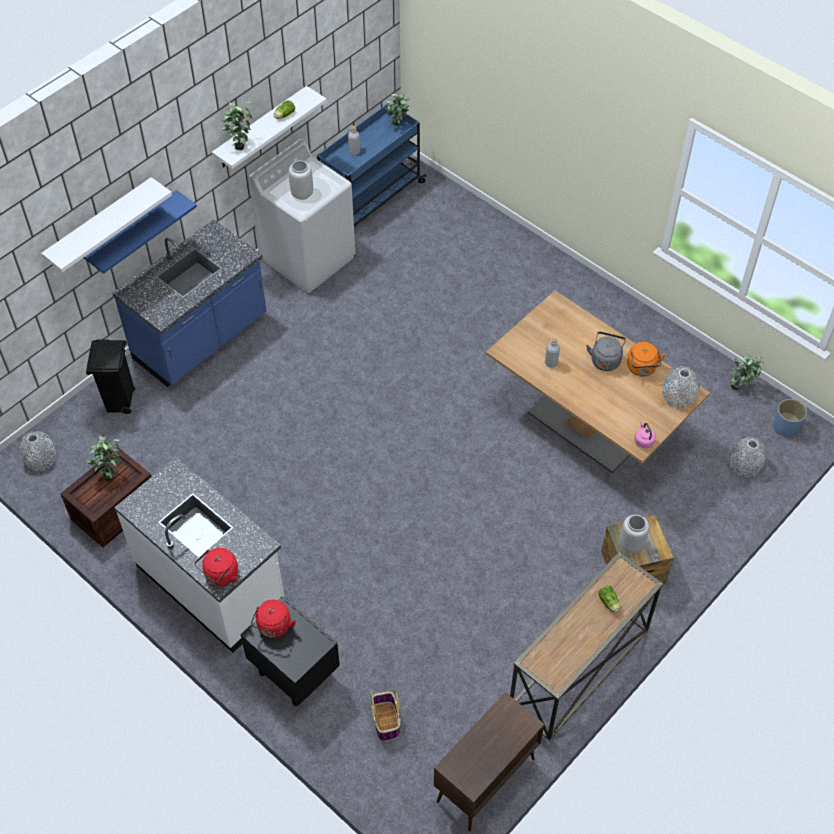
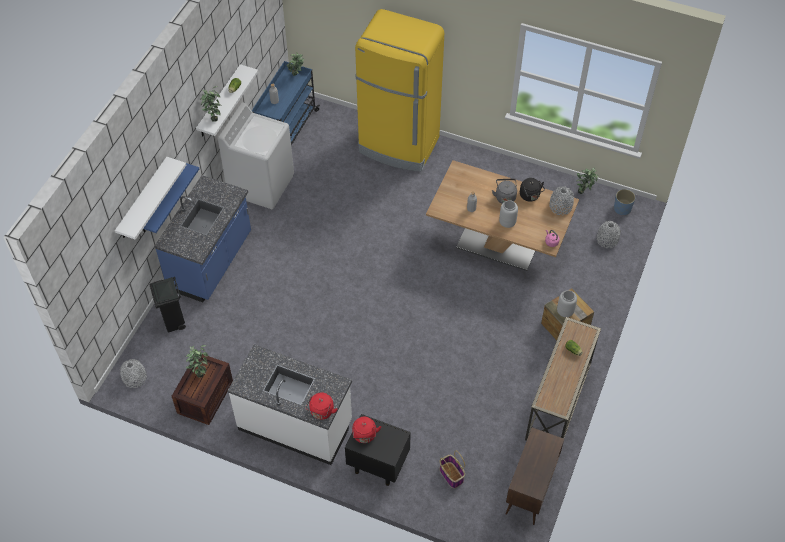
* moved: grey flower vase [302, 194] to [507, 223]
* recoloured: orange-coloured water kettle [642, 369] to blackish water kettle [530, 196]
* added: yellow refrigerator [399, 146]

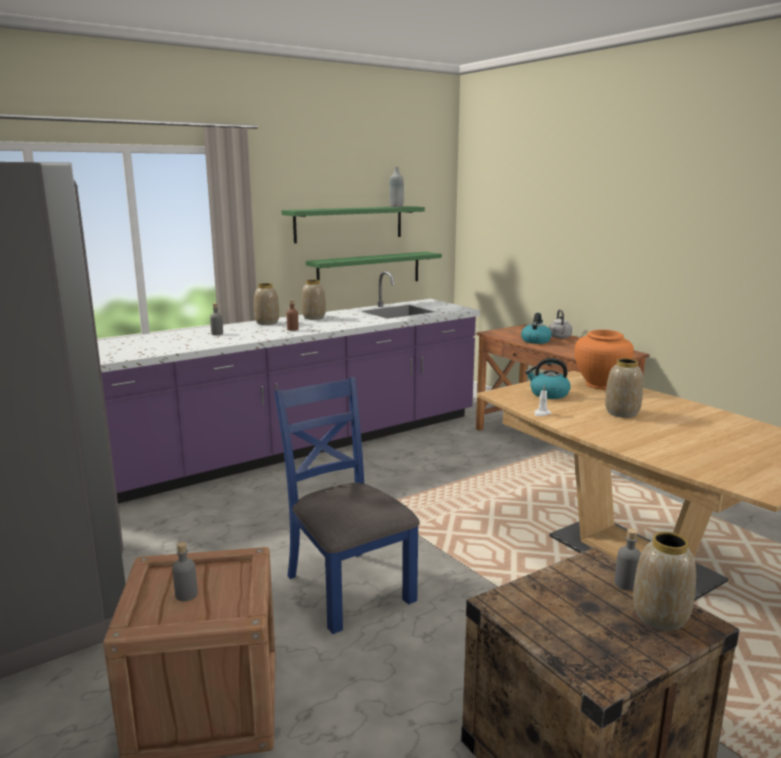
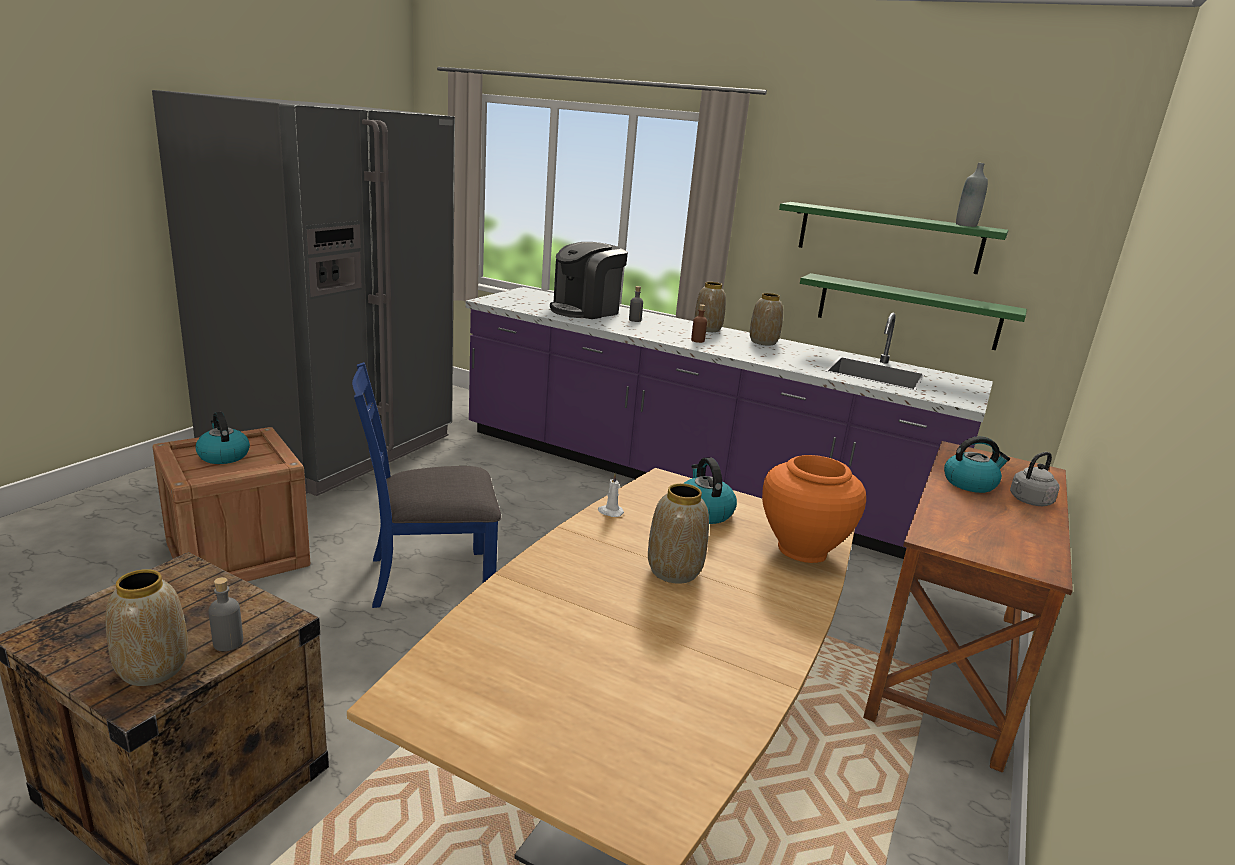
* turned: blue upright chair [347, 587] = [430, 577] 135 degrees counterclockwise
* replaced: grey beverage bottle [186, 595] to water kettle [223, 456]
* added: coffee maker [586, 310]

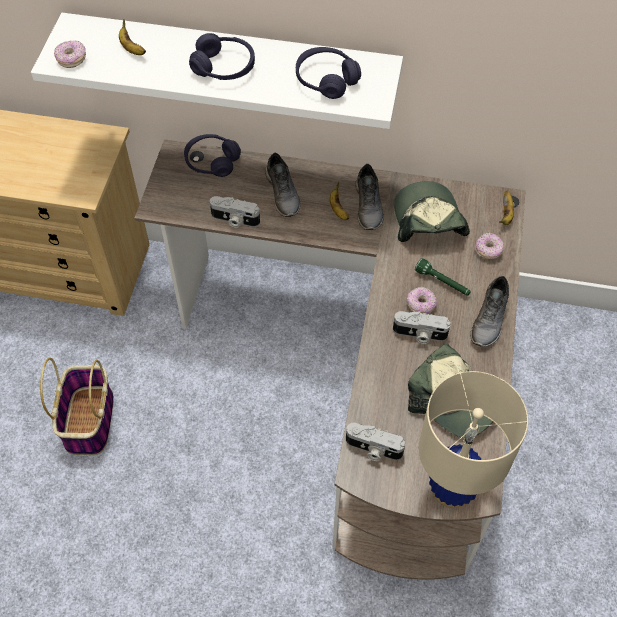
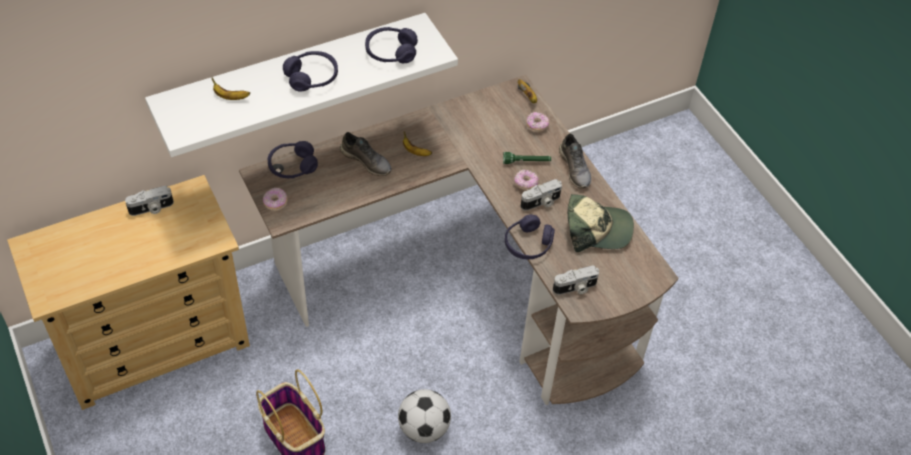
* moved: ring doughnut [71, 59] to [275, 203]
* removed: grey shoe [369, 206]
* removed: peaked cap [427, 220]
* moved: still camera [234, 220] to [151, 209]
* removed: beige lamp for a table [452, 488]
* added: purple headphones [528, 244]
* added: football ball [424, 428]

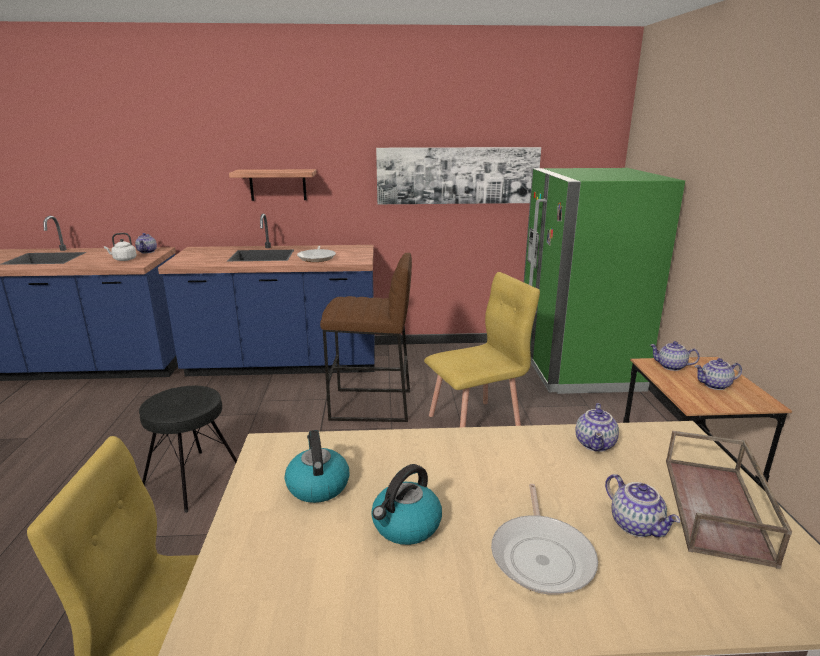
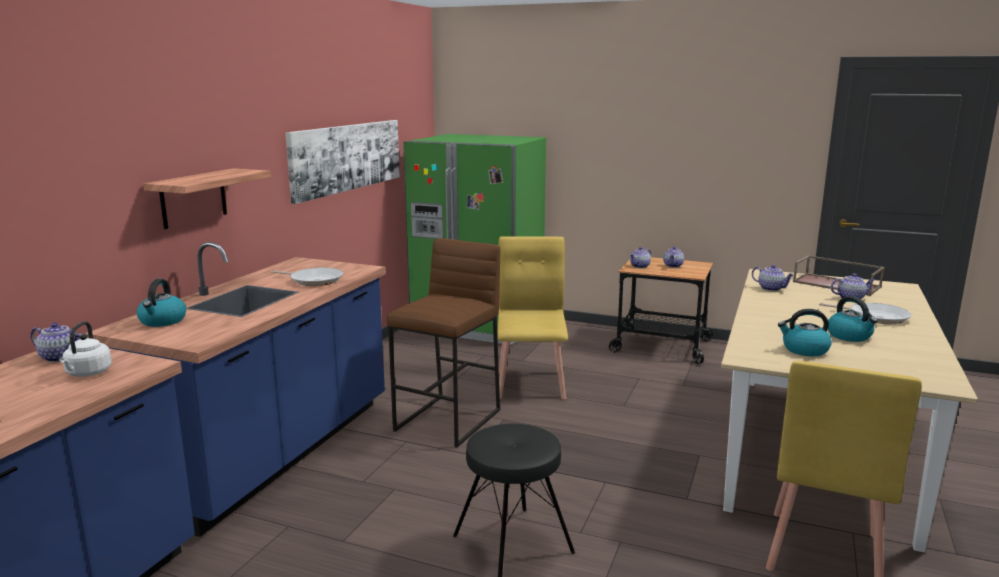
* added: water kettle [162, 321]

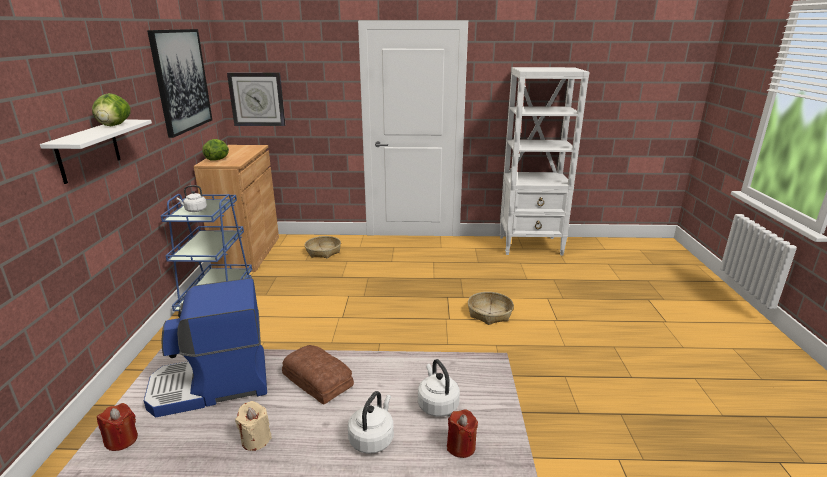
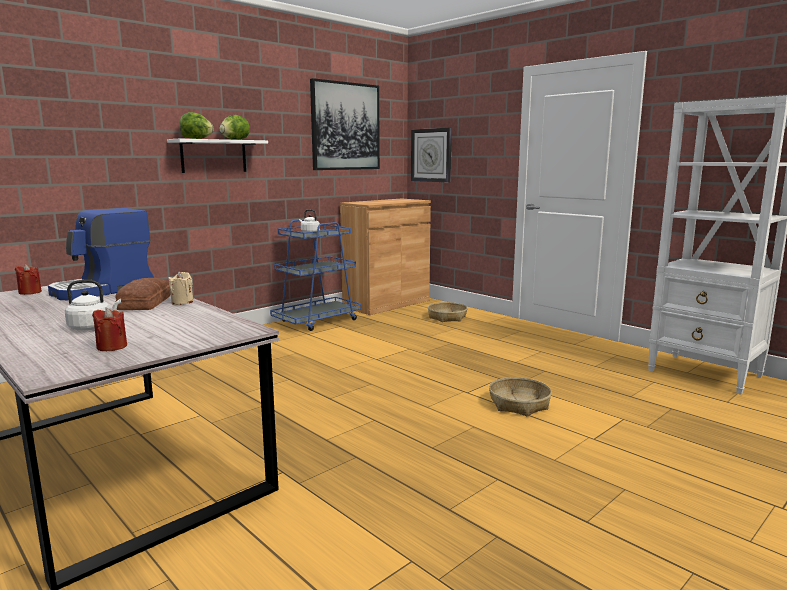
* moved: lettuce head [218, 159] to [196, 139]
* turned: coffee maker [211, 386] = [104, 290] 75 degrees counterclockwise
* removed: whitish water kettle [437, 404]
* moved: beige wax candle [256, 439] to [182, 302]

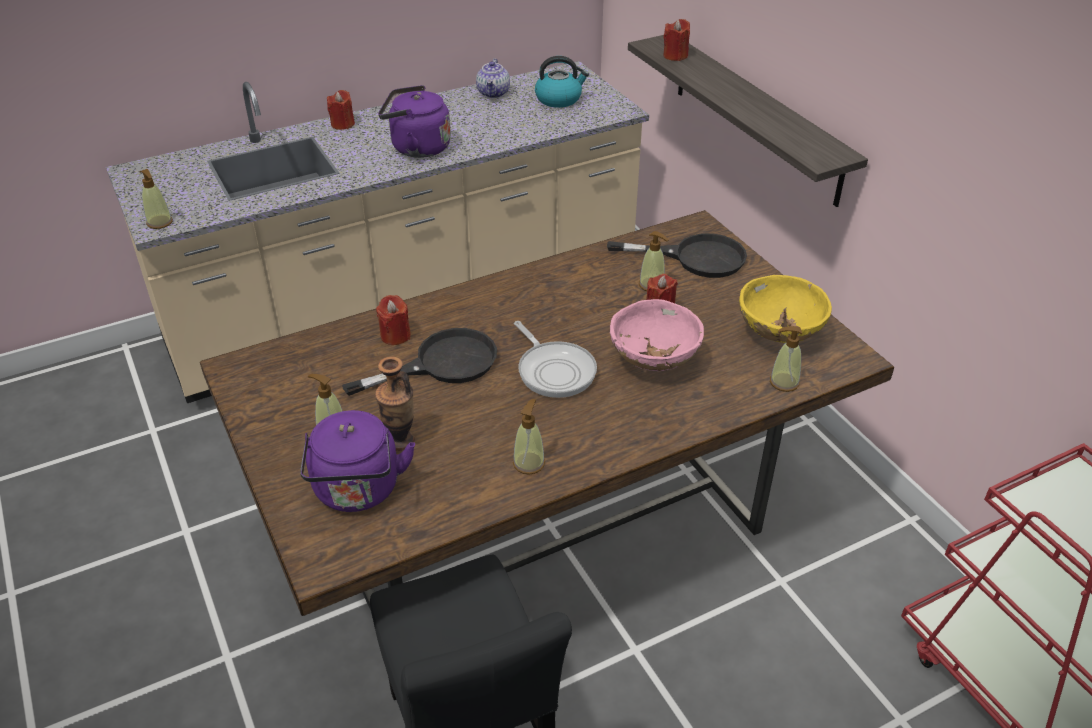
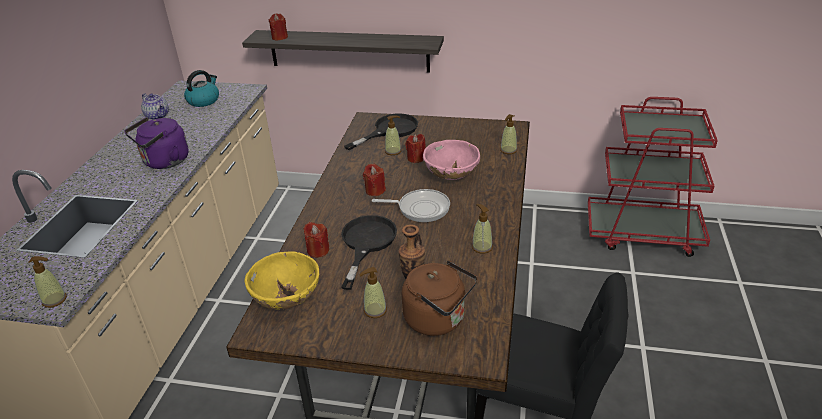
* moved: reddish wax candle [342, 124] to [375, 190]
* moved: yellow deep dish [778, 335] to [287, 300]
* recoloured: purple water kettle [358, 492] to brownish water kettle [438, 319]

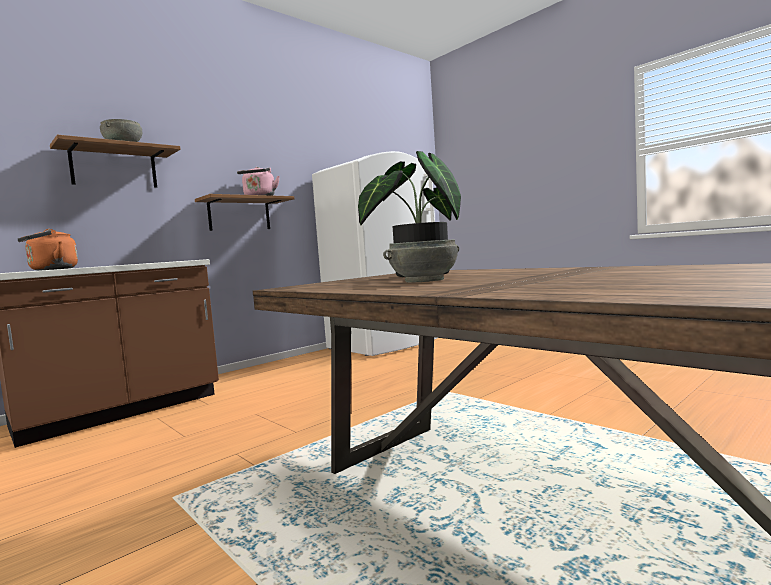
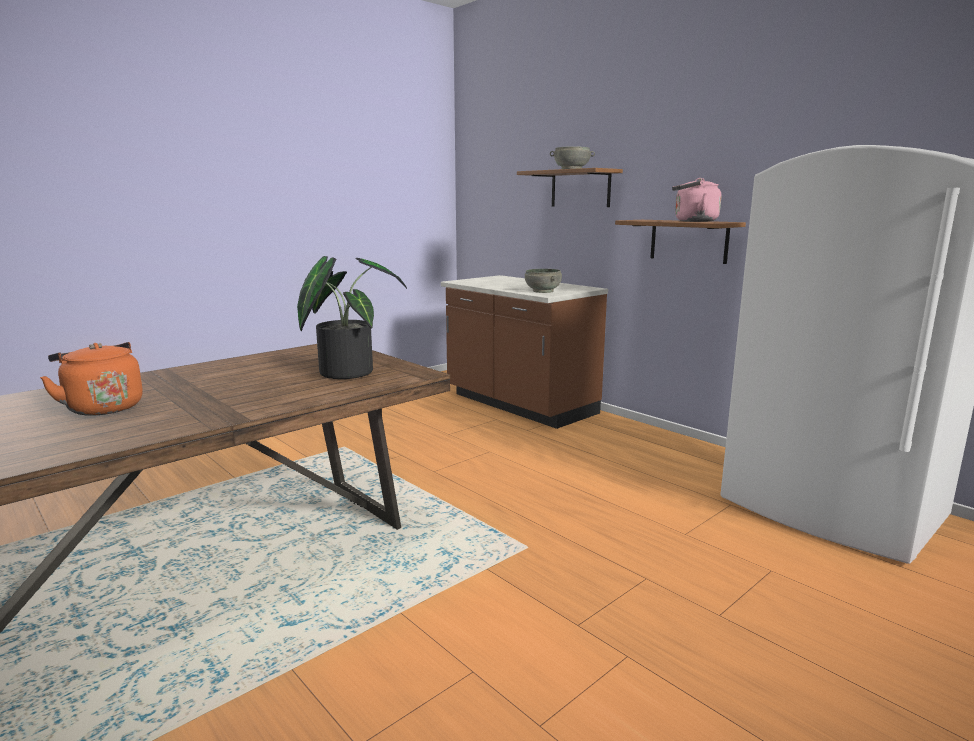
* moved: orange-coloured water kettle [50, 269] to [102, 407]
* moved: grey deep dish [423, 280] to [543, 291]

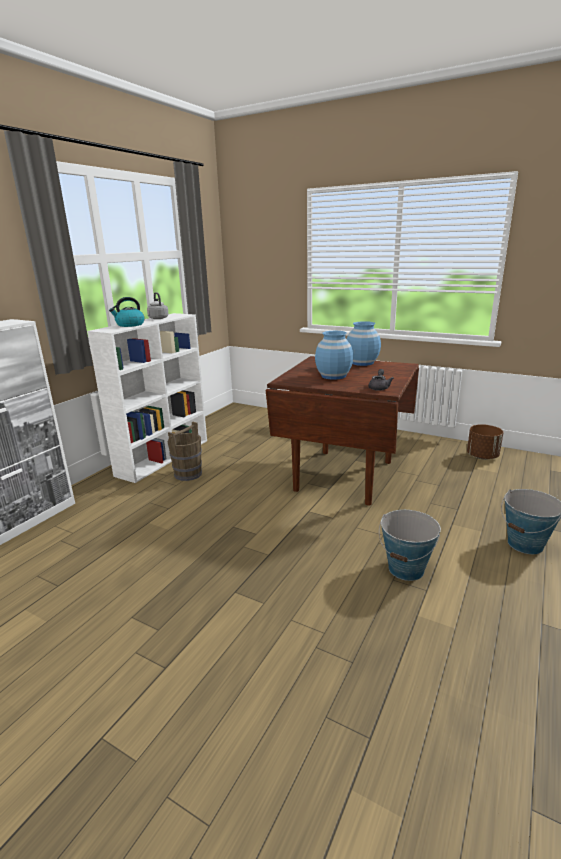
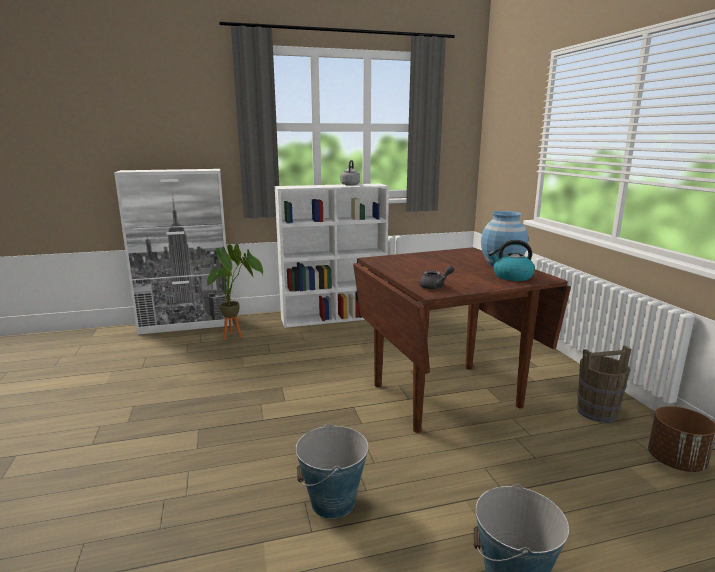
* moved: water kettle [130, 325] to [512, 276]
* removed: blue flower vase [333, 376]
* moved: brownish pail [188, 474] to [596, 412]
* added: plant in a pot [236, 335]

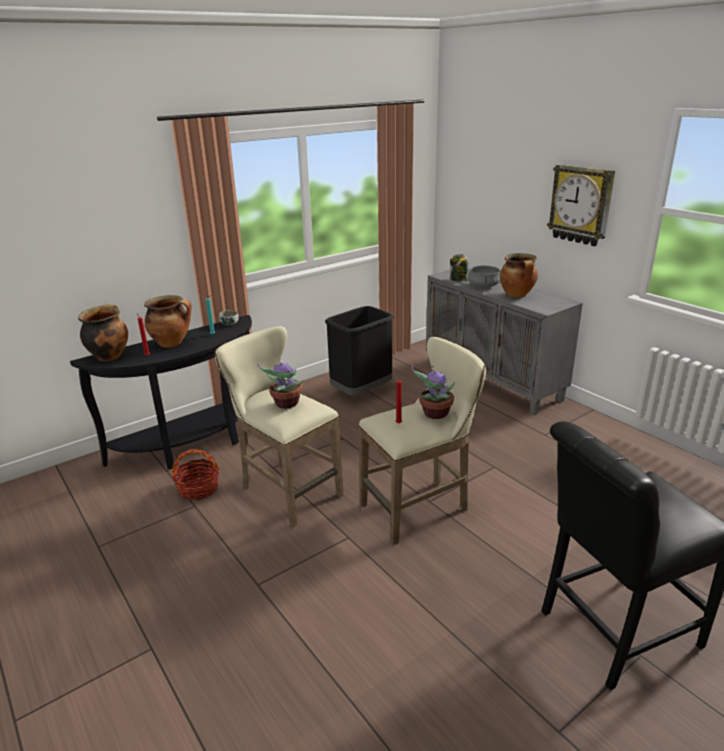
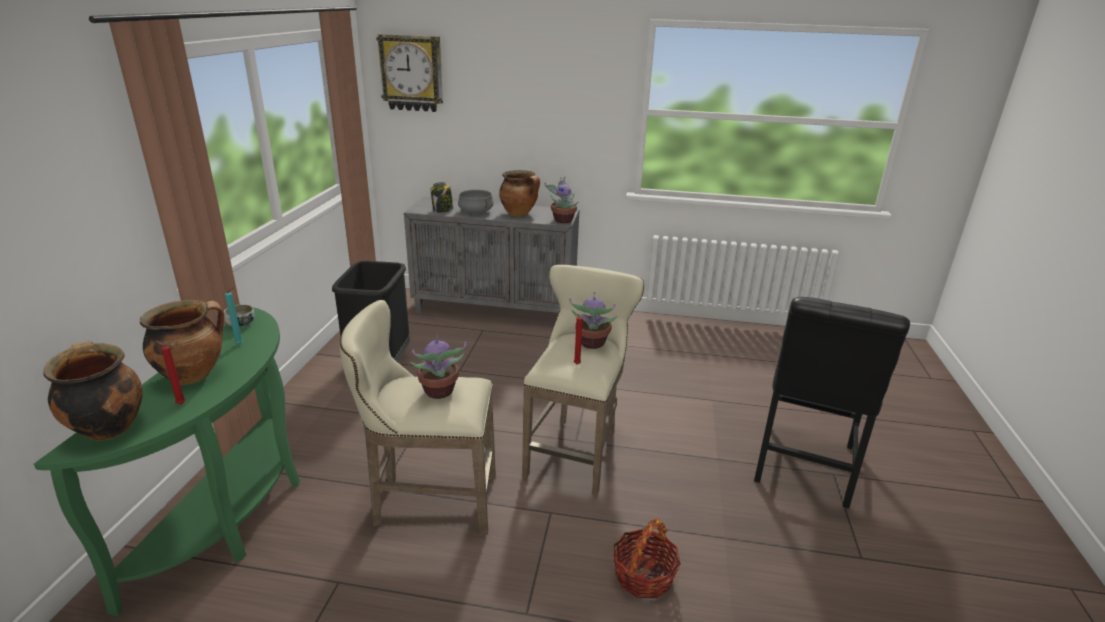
* moved: clock on the wall [581, 205] to [412, 73]
* recoloured: blackish narrow table [193, 445] to greenish narrow table [235, 515]
* moved: basket [198, 489] to [643, 576]
* added: plant in a pot [562, 220]

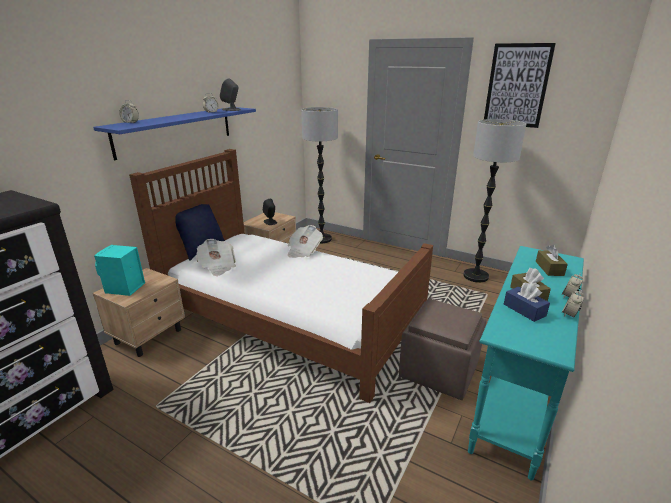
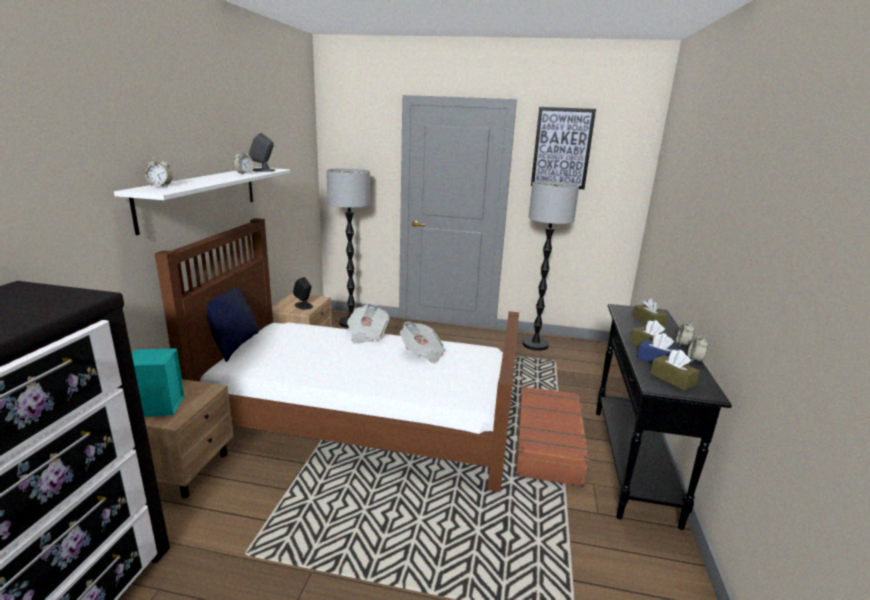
* recoloured: blue wall shelf [176, 130] to whitish wall shelf [201, 196]
* moved: daily paper [217, 266] to [422, 353]
* recoloured: turquoise-coloured narrow table [513, 403] to blackish narrow table [632, 462]
* replaced: brownish pouffe [438, 370] to brownish suitcase [549, 444]
* added: brownish box of tissues [672, 379]

